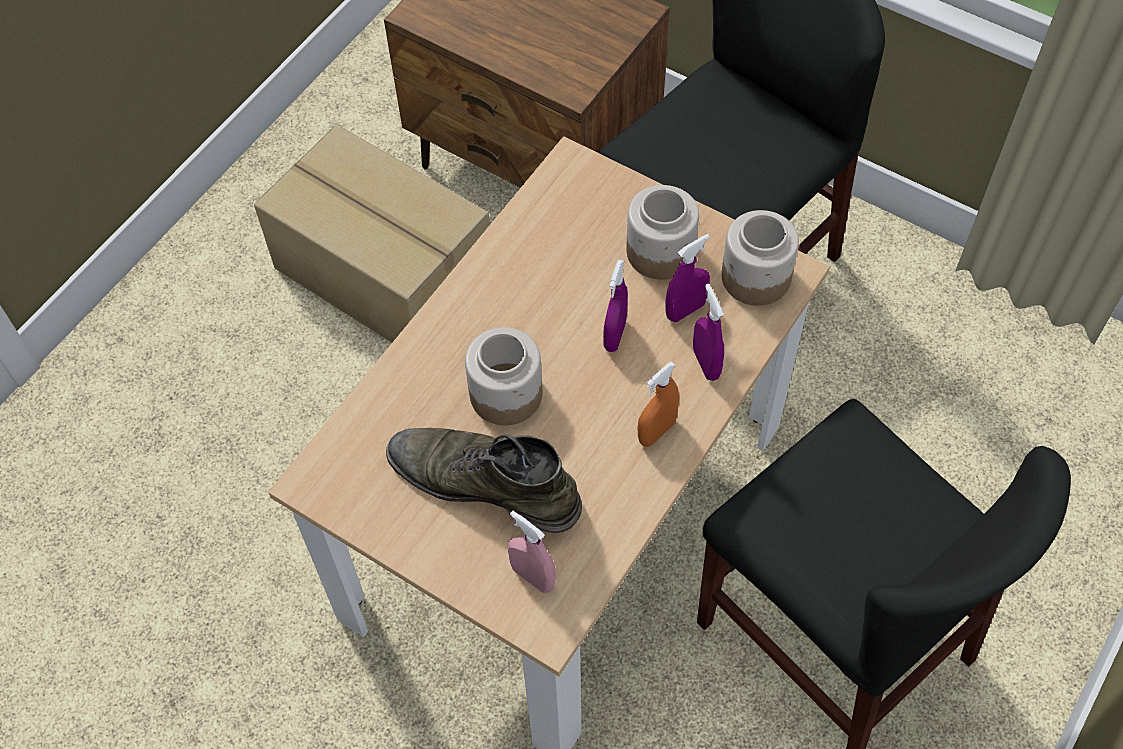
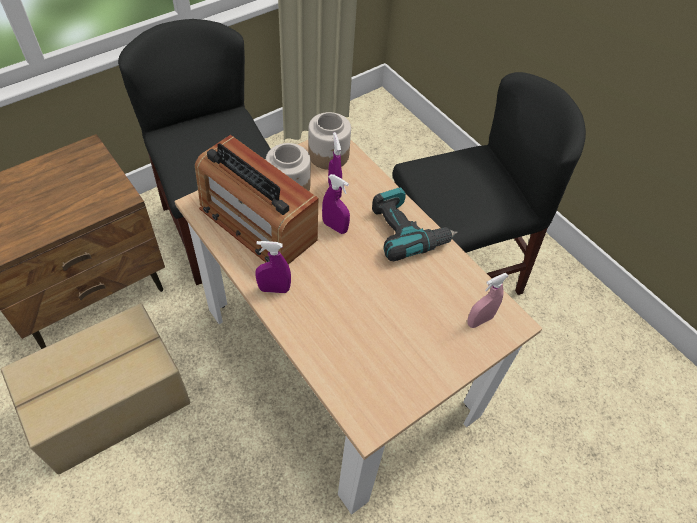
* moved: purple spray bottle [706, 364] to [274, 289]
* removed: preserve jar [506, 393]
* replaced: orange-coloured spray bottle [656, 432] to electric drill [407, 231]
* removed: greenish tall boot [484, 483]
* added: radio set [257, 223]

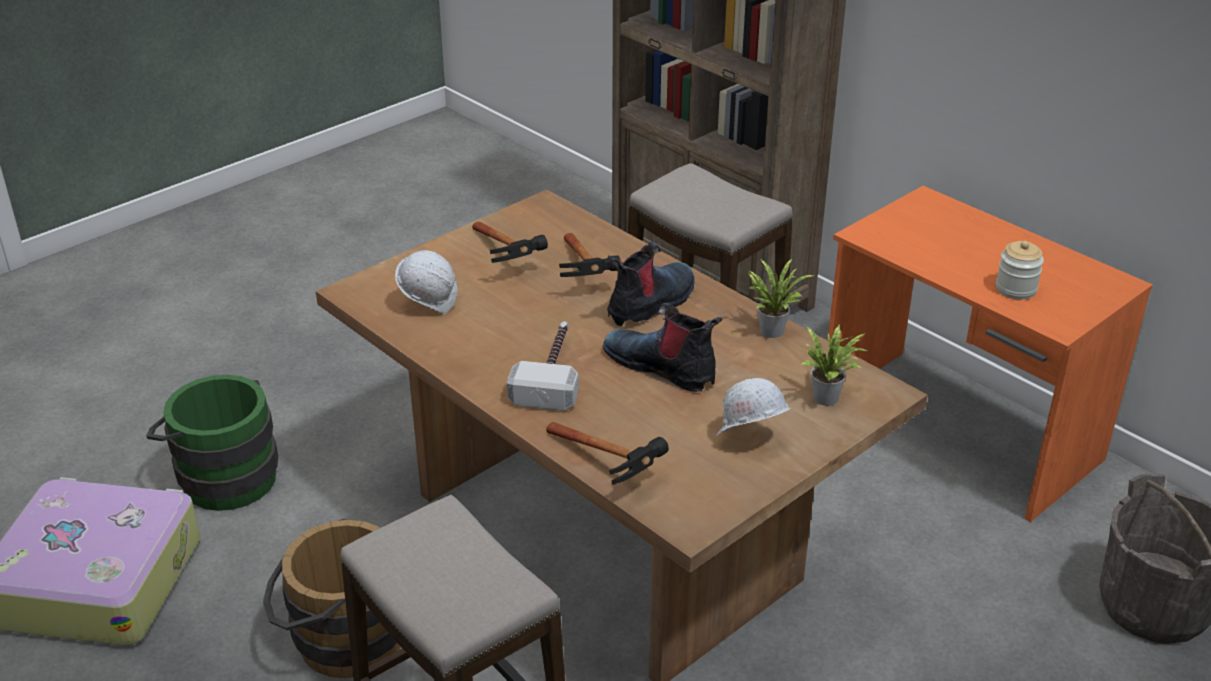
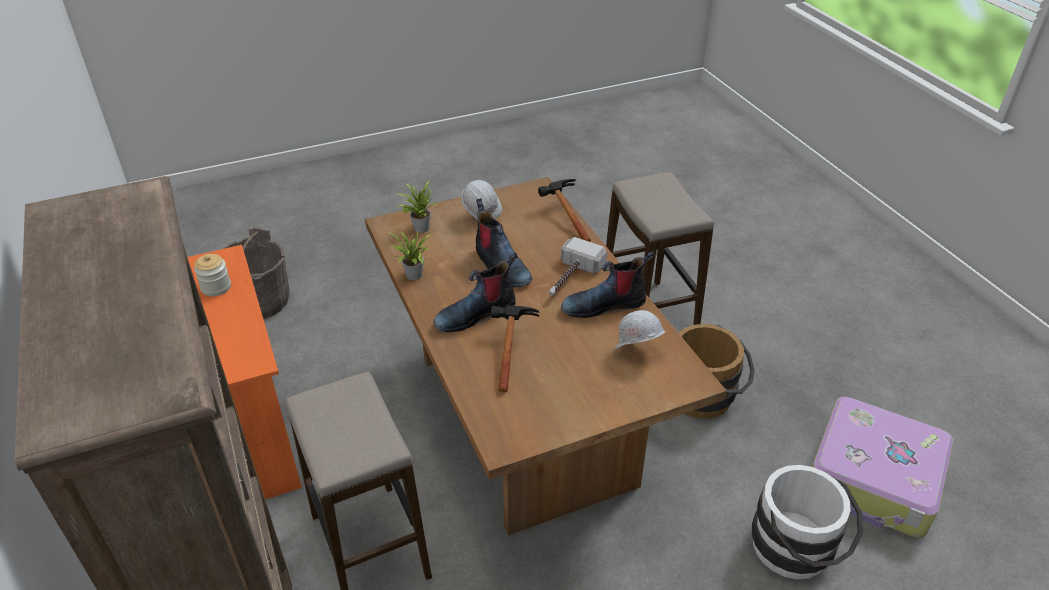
* removed: hand hammer [508, 261]
* recoloured: greenish pail [222, 476] to whitish pail [797, 552]
* added: tall boot [604, 305]

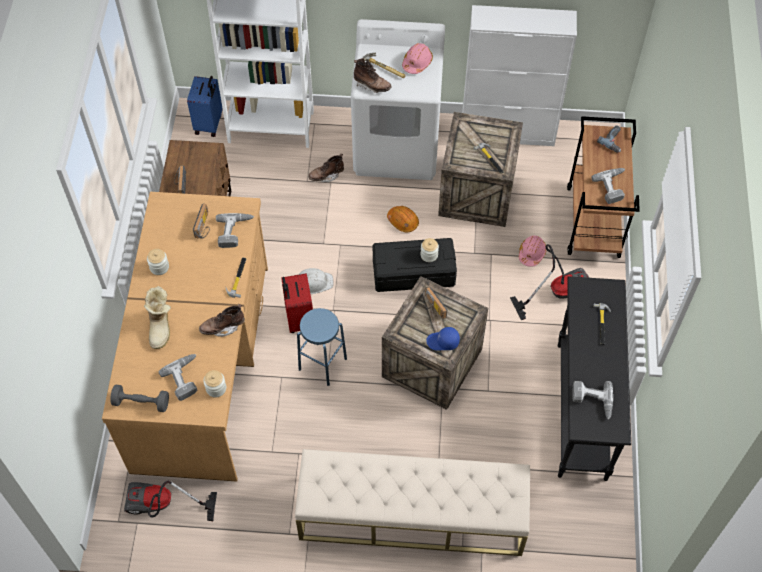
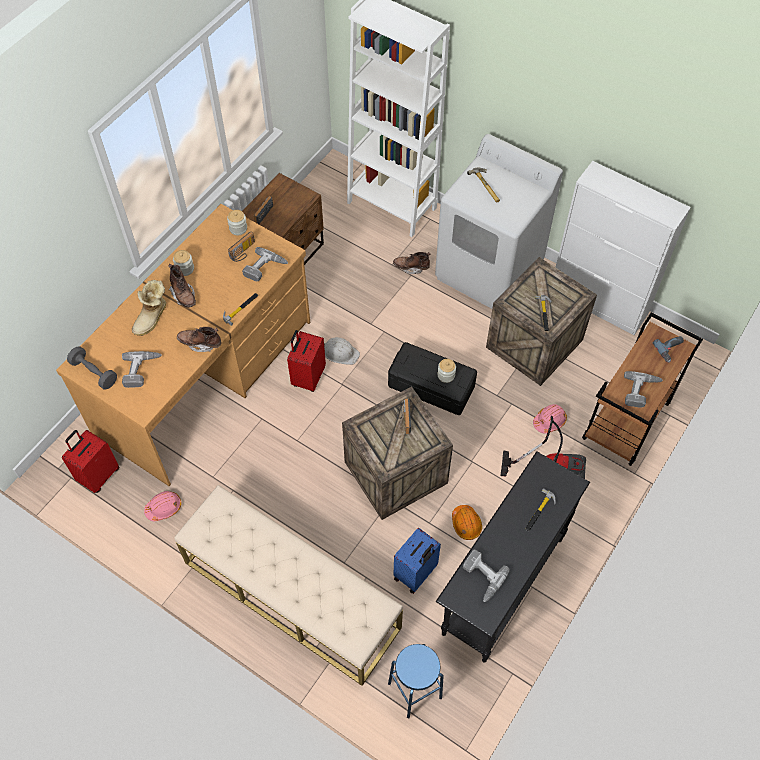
* moved: pink hard hat [417, 62] to [164, 508]
* moved: brownish tall boot [372, 85] to [183, 295]
* moved: blue suitcase [209, 124] to [416, 574]
* moved: orange-coloured hard hat [403, 221] to [466, 524]
* moved: blue sitting stool [323, 364] to [415, 690]
* removed: blue peaked cap [443, 342]
* moved: preserve jar [216, 388] to [238, 228]
* replaced: vacuum cleaner [162, 507] to reddish suitcase [98, 475]

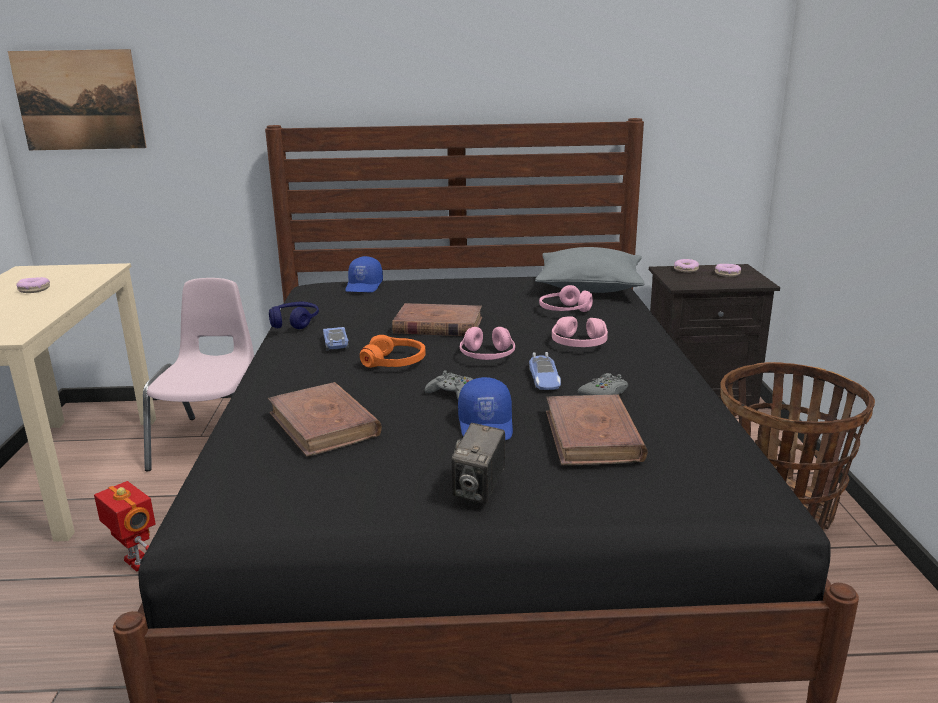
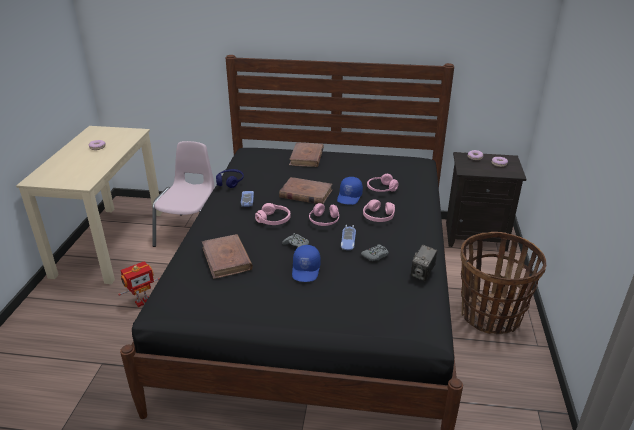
* removed: picture [79, 100]
* removed: grey cushion [589, 286]
* moved: blue peaked cap [364, 286] to [350, 197]
* recoloured: orange-coloured headphones [394, 362] to pink headphones [274, 220]
* moved: brownish volume [592, 436] to [306, 157]
* moved: still camera [479, 490] to [422, 274]
* turned: toy robot [136, 562] = [142, 301] 90 degrees clockwise

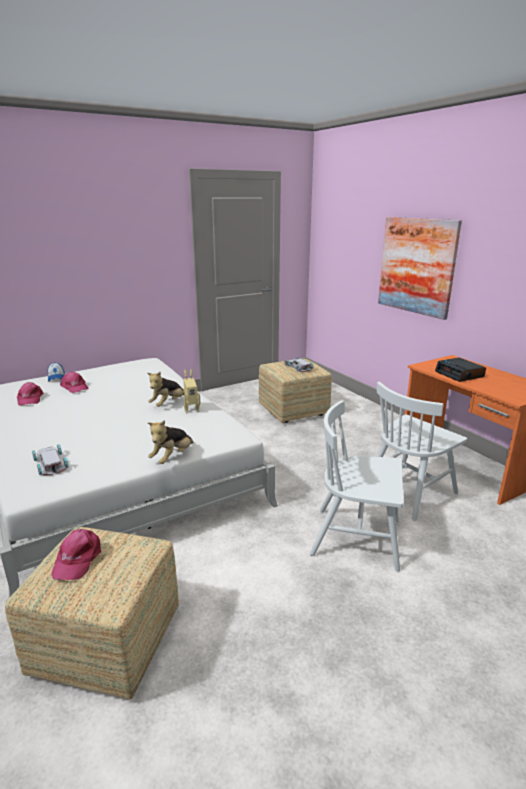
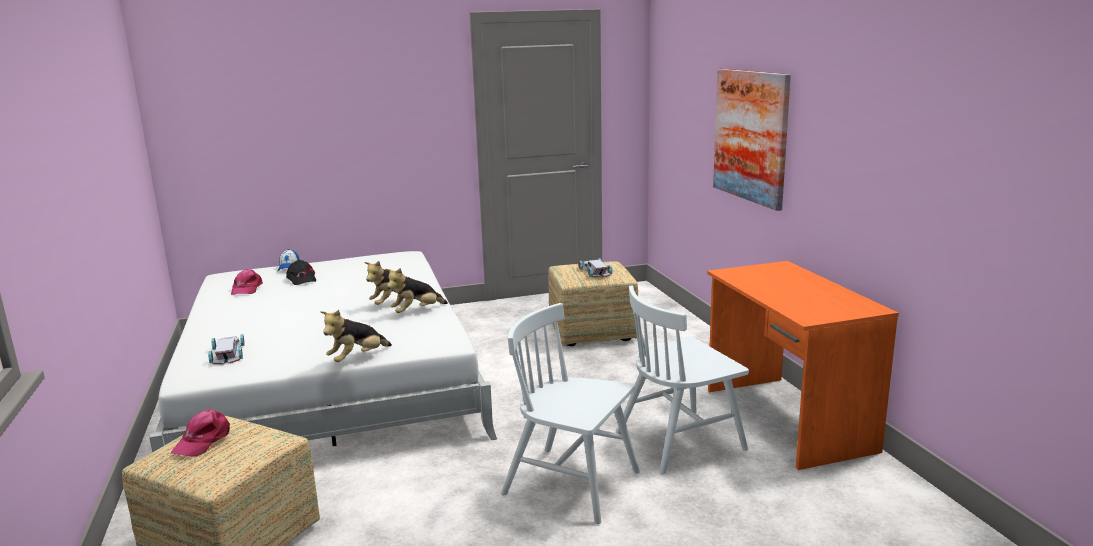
* removed: bedside clock [460, 374]
* replaced: toy robot [191, 410] to cuddly toy [416, 312]
* recoloured: pink peaked cap [74, 387] to blackish peaked cap [301, 279]

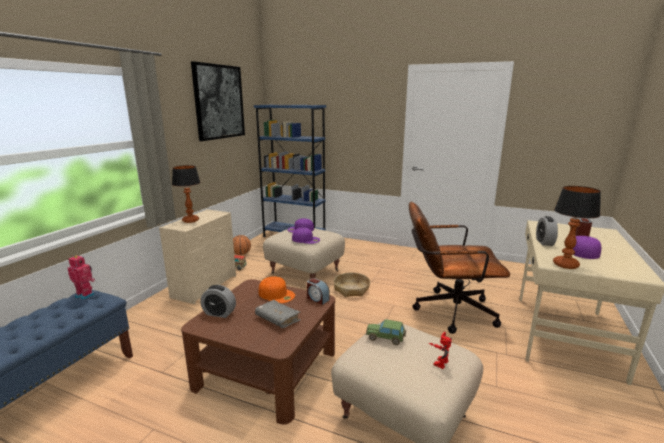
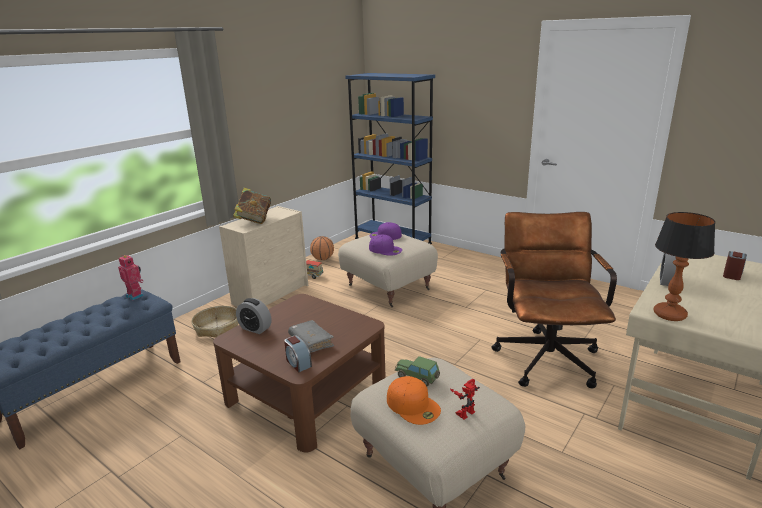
* removed: picture [219, 102]
* replaced: lamp for a table [190, 221] to volume [254, 220]
* turned: brownish computer chair [447, 311] = [545, 354] 75 degrees clockwise
* removed: purple peaked cap [583, 251]
* moved: basket [351, 289] to [217, 327]
* moved: orange-coloured peaked cap [277, 294] to [413, 405]
* moved: bedside clock [317, 299] to [298, 363]

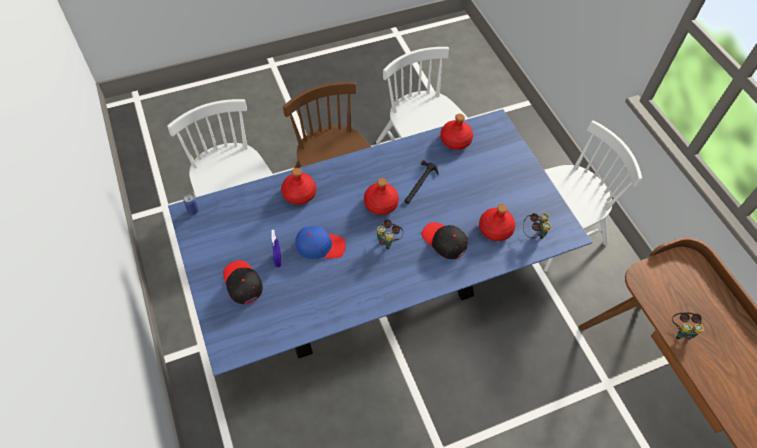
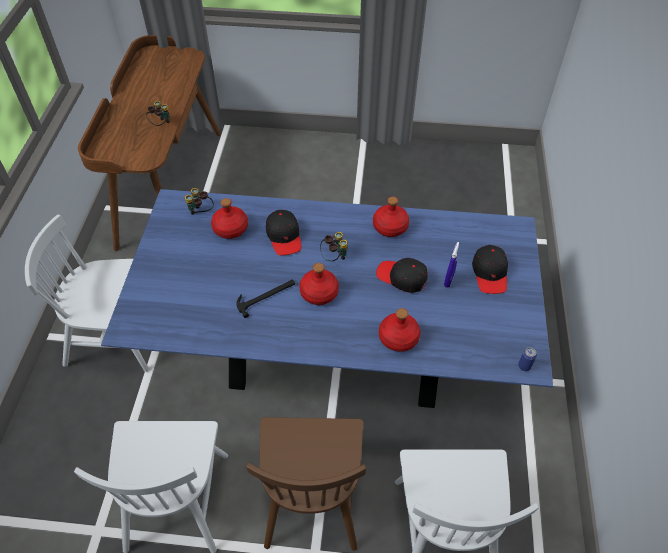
* moved: reddish beverage bottle [455, 140] to [390, 227]
* recoloured: blue peaked cap [320, 246] to blackish peaked cap [402, 277]

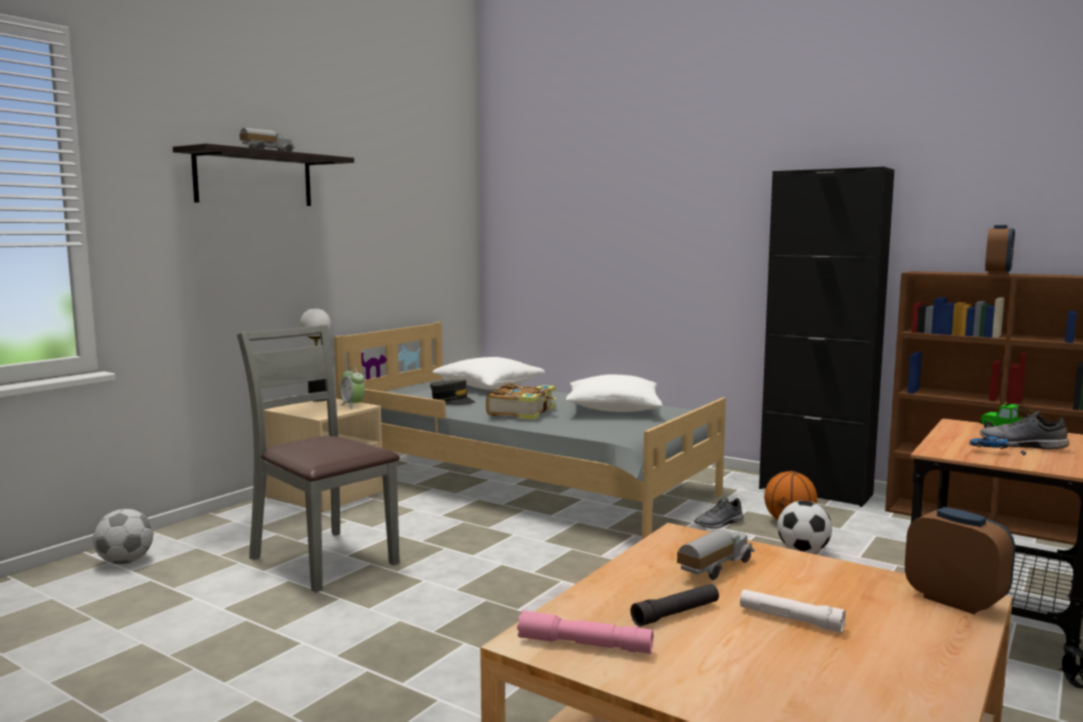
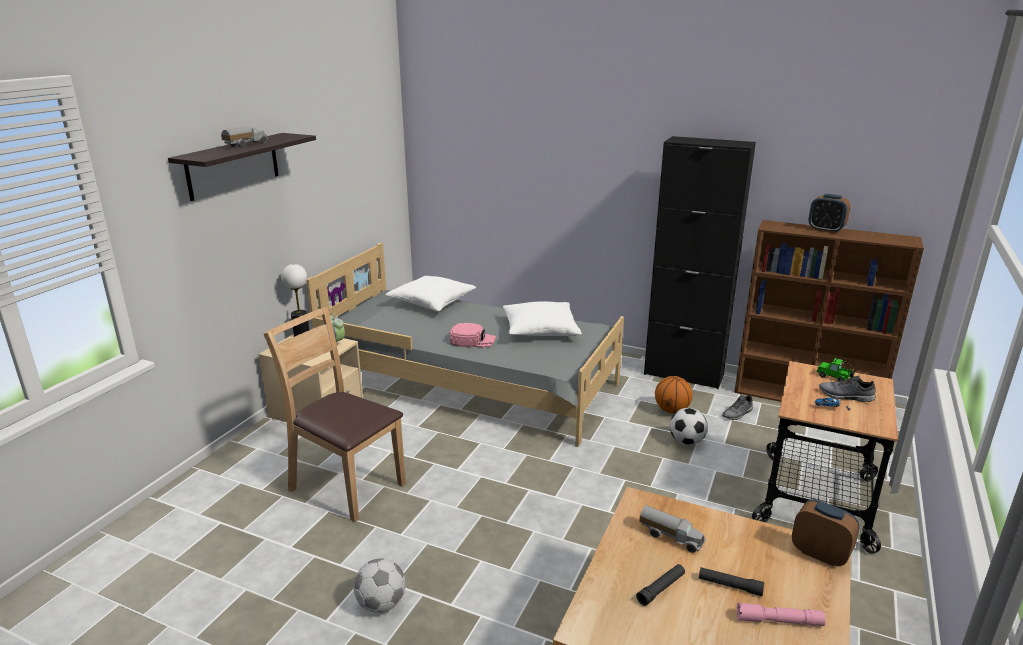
* turned: bedside clock [998, 273] = [826, 230] 105 degrees clockwise
* recoloured: grey upright chair [324, 559] to brownish upright chair [347, 486]
* removed: grey peaked cap [452, 401]
* replaced: volume [522, 412] to pink peaked cap [472, 340]
* moved: grey shoe [719, 524] to [738, 414]
* moved: football ball [125, 561] to [381, 604]
* turned: toy lorry [714, 568] = [671, 537] 90 degrees clockwise
* recoloured: whitish torch [790, 619] to blackish torch [729, 586]
* moved: pink torch [584, 645] to [779, 621]

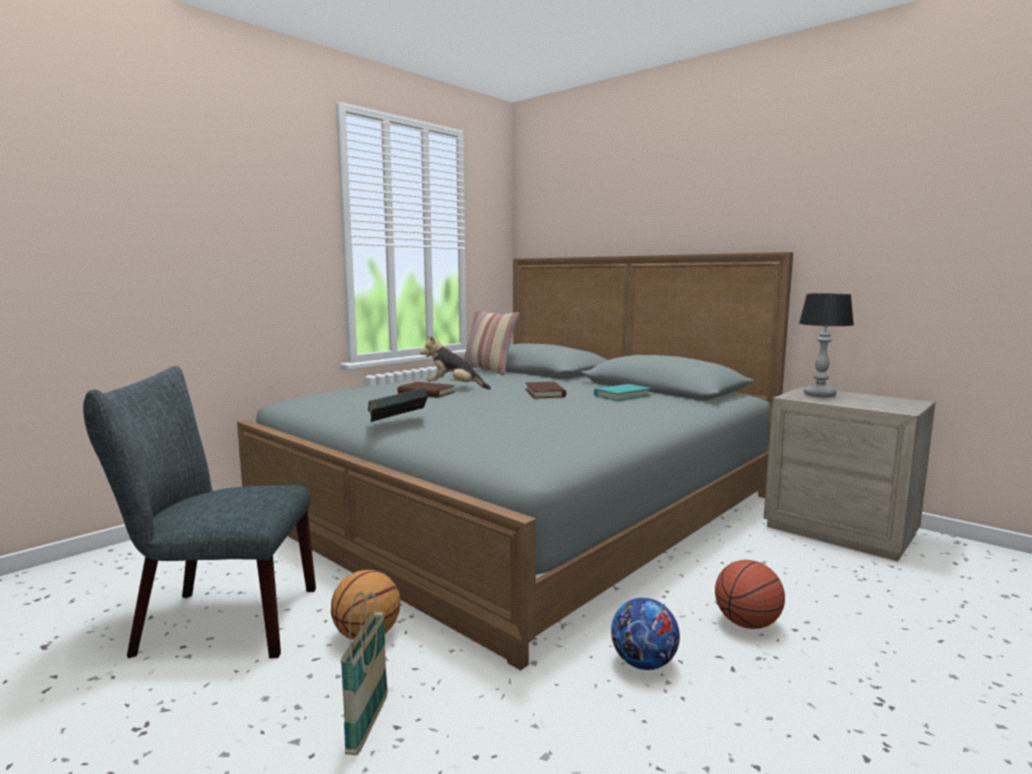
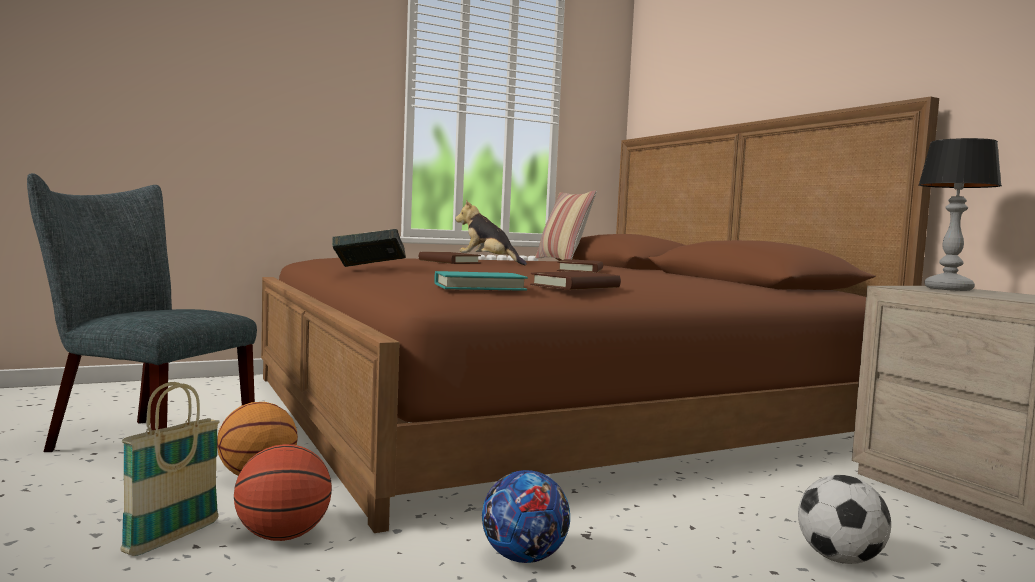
* recoloured: grey bedroom bed [520, 505] to brownish bedroom bed [547, 409]
* moved: turquoise-coloured volume [622, 395] to [479, 287]
* moved: ball for basketball [747, 623] to [283, 536]
* added: brownish volume [575, 286]
* added: football ball [839, 559]

